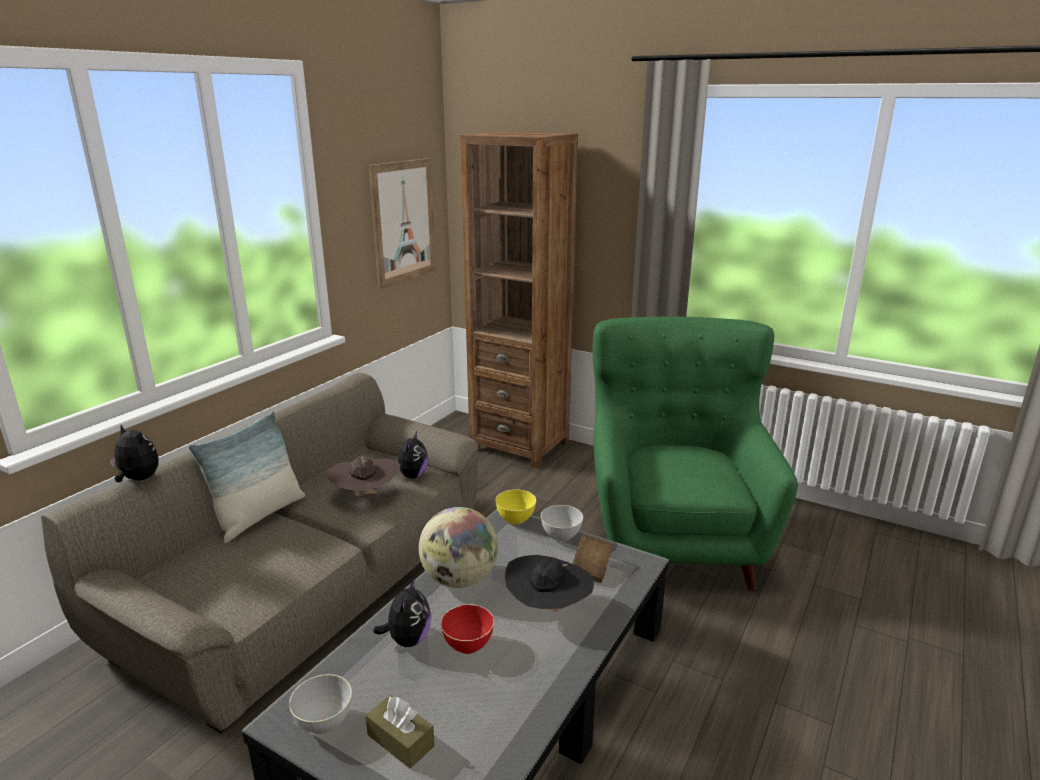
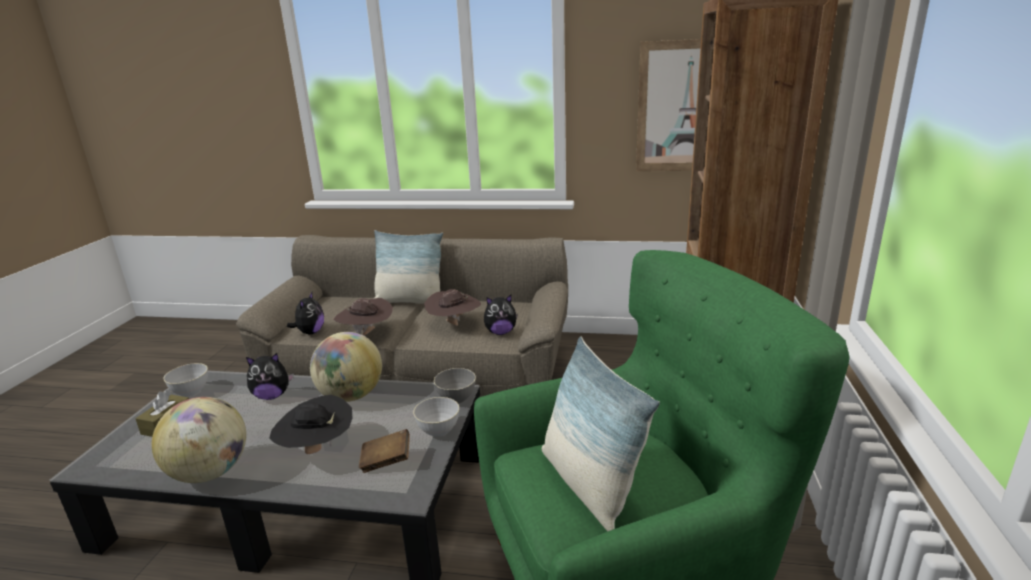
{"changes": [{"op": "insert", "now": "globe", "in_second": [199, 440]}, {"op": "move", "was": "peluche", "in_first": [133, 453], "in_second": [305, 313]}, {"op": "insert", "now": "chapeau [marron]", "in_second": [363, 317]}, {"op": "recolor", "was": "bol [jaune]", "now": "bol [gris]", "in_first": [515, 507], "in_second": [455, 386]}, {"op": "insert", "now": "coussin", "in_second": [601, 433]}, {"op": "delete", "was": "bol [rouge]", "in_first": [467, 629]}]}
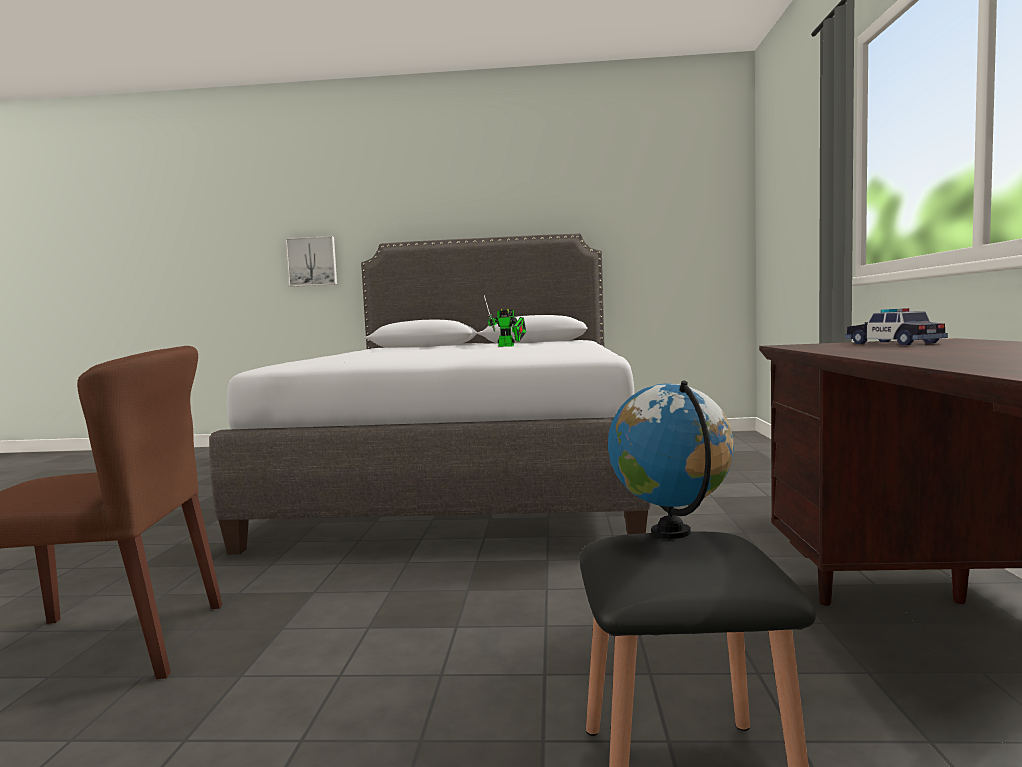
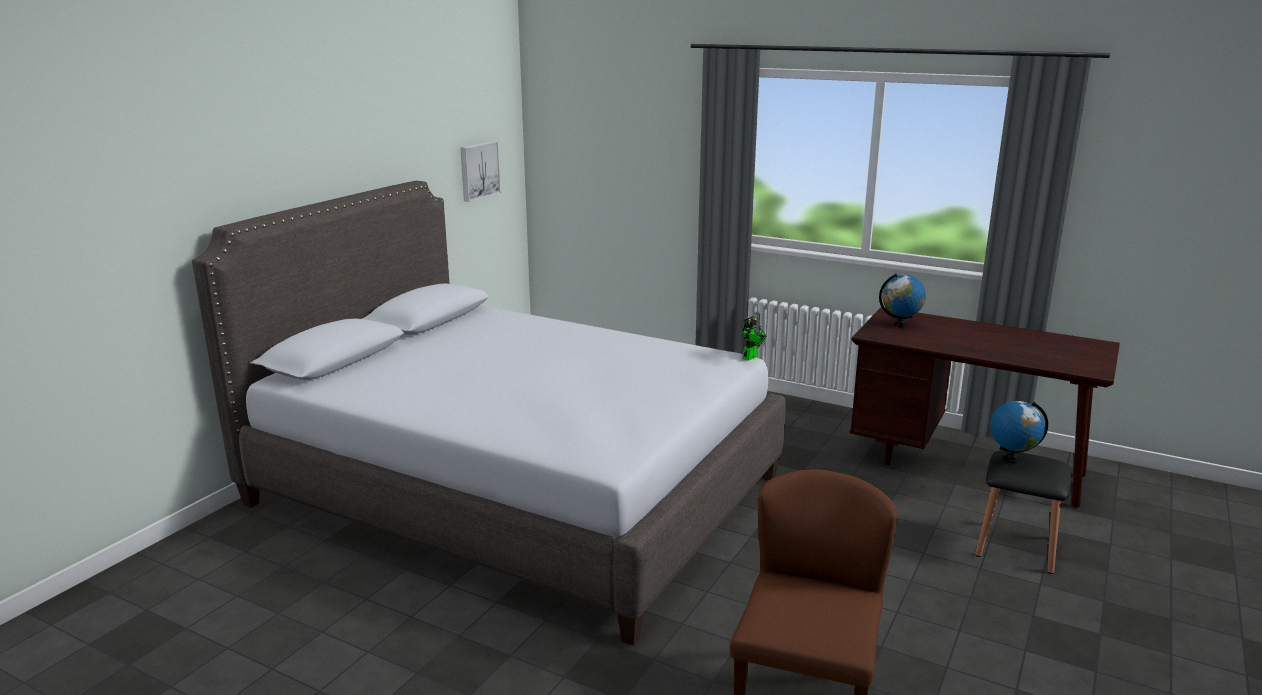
{"changes": [{"op": "move", "was": "tableau", "in_first": [311, 261], "in_second": [480, 171]}, {"op": "move", "was": "robot jouet", "in_first": [505, 321], "in_second": [754, 336]}, {"op": "replace", "was": "petite voiture", "now": "globe", "in_first": [896, 326], "in_second": [902, 301]}]}
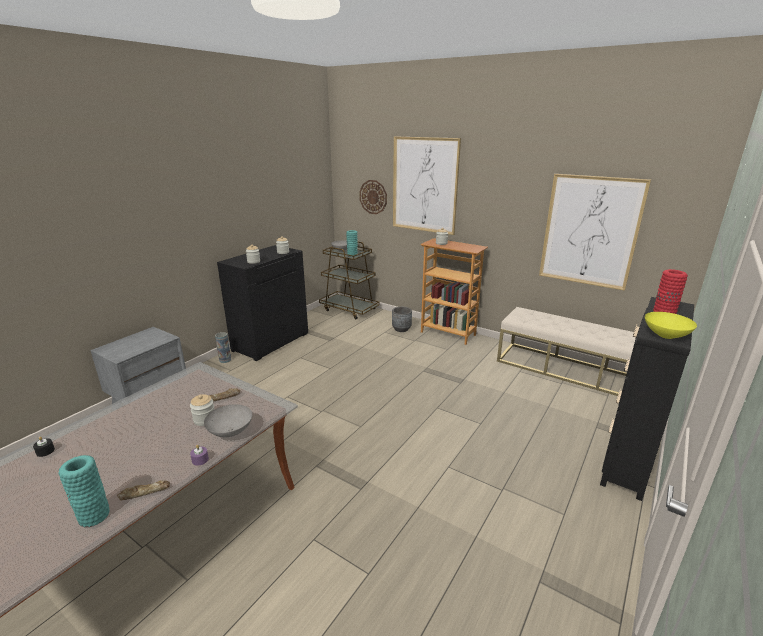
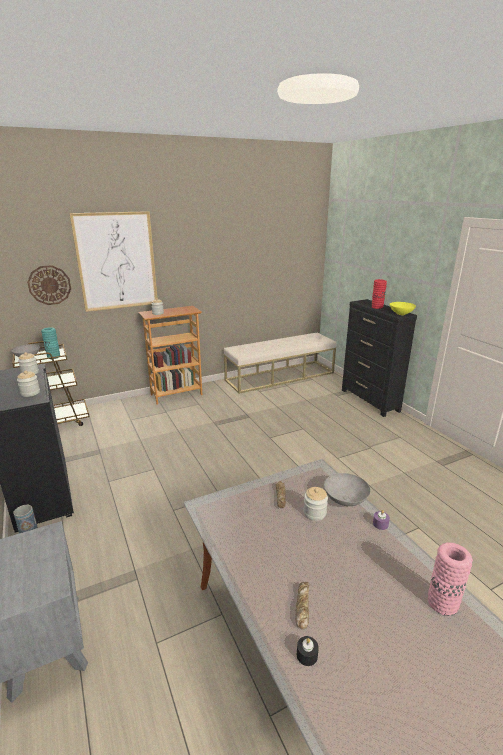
{"changes": [{"op": "move", "was": "pain", "in_first": [143, 490], "in_second": [302, 605]}, {"op": "recolor", "was": "vase [turquoise]", "now": "vase [rose]", "in_first": [83, 491], "in_second": [450, 579]}, {"op": "delete", "was": "cache-pot [gris]", "in_first": [402, 319]}, {"op": "delete", "was": "tableau", "in_first": [595, 232]}]}
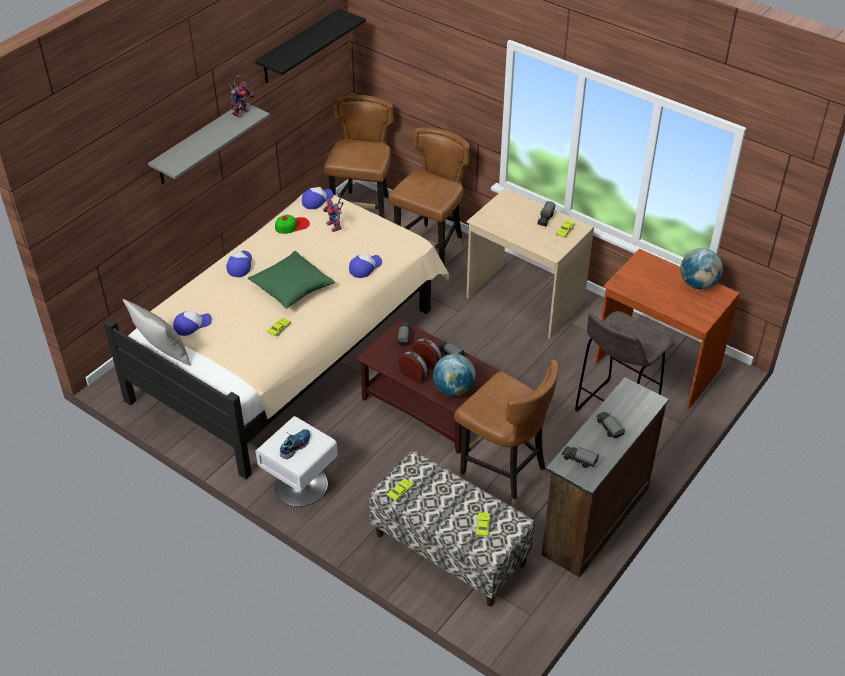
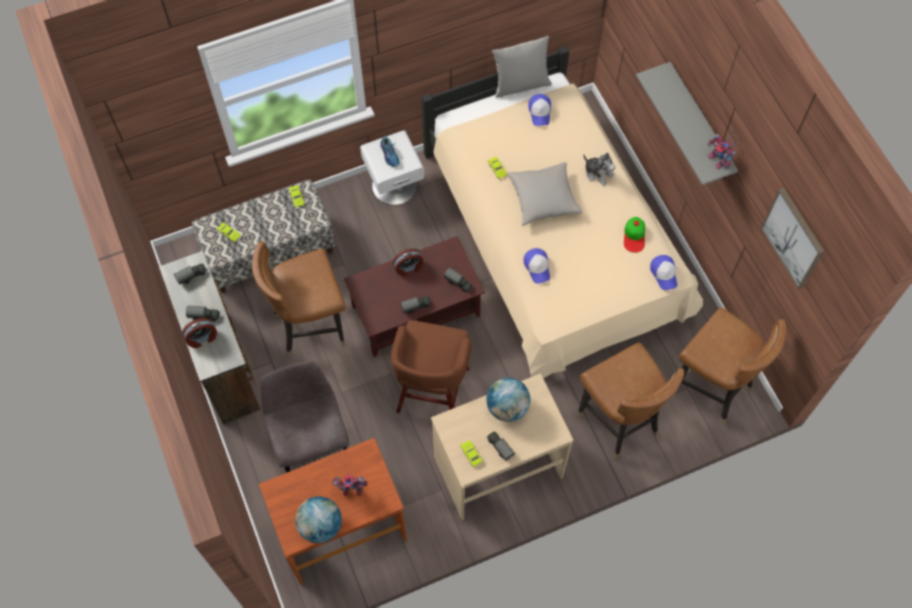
{"changes": [{"op": "move", "was": "réveil", "in_first": [427, 353], "in_second": [199, 333]}, {"op": "move", "was": "robot jouet", "in_first": [333, 212], "in_second": [349, 485]}, {"op": "insert", "now": "tabouret [marron]", "in_second": [431, 366]}, {"op": "move", "was": "globe", "in_first": [454, 375], "in_second": [508, 400]}, {"op": "recolor", "was": "coussin [vert]", "now": "coussin [gris]", "in_first": [291, 280], "in_second": [544, 194]}, {"op": "replace", "was": "casquette", "now": "peluche", "in_first": [239, 264], "in_second": [599, 169]}, {"op": "replace", "was": "étagère [noir]", "now": "tableau", "in_first": [310, 45], "in_second": [792, 238]}]}
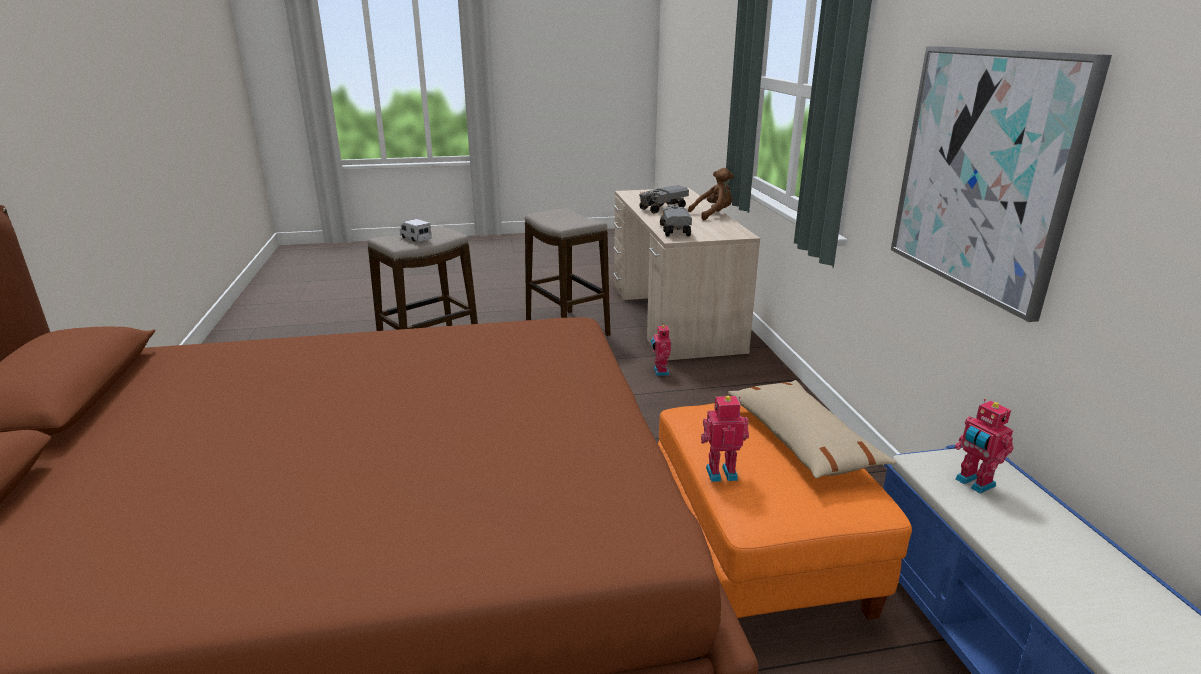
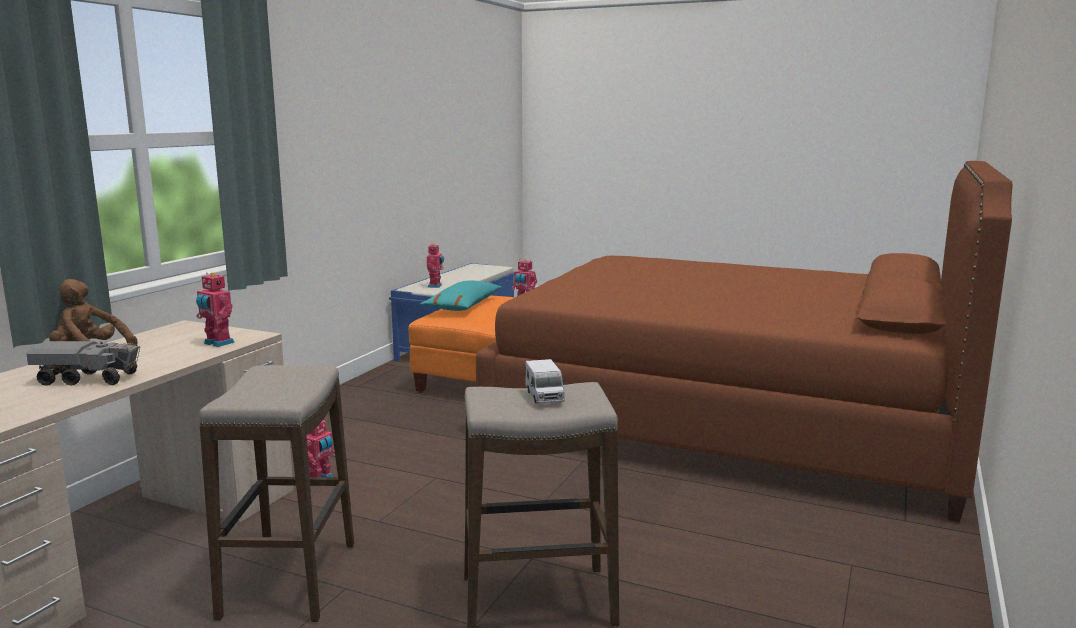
{"changes": [{"op": "replace", "was": "camion jouet", "now": "robot jouet", "in_first": [676, 219], "in_second": [215, 309]}, {"op": "recolor", "was": "coussin [beige]", "now": "coussin [turquoise]", "in_first": [812, 429], "in_second": [461, 296]}, {"op": "delete", "was": "tableau", "in_first": [1001, 184]}]}
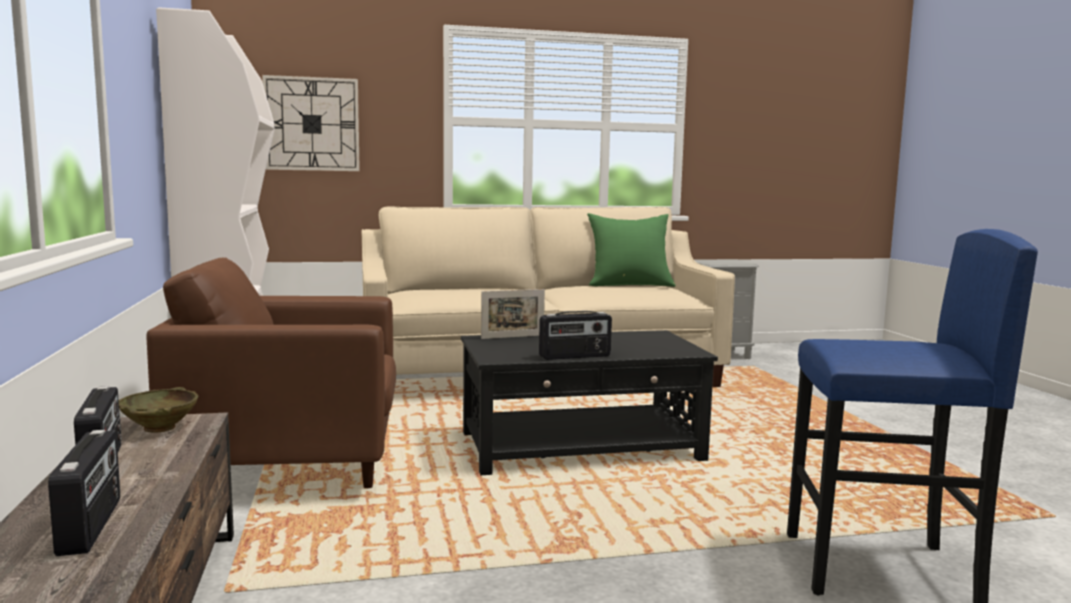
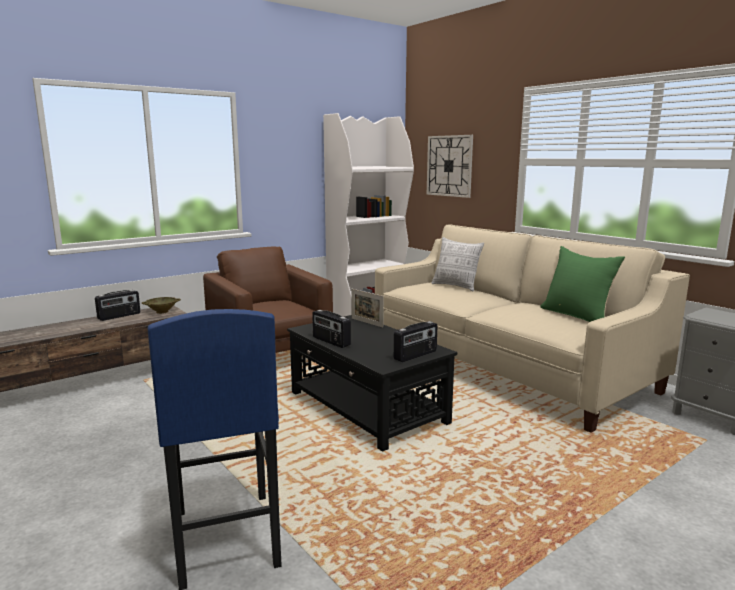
{"changes": [{"op": "move", "was": "radio", "in_first": [84, 493], "in_second": [415, 341]}, {"op": "insert", "now": "coussin", "in_second": [458, 264]}]}
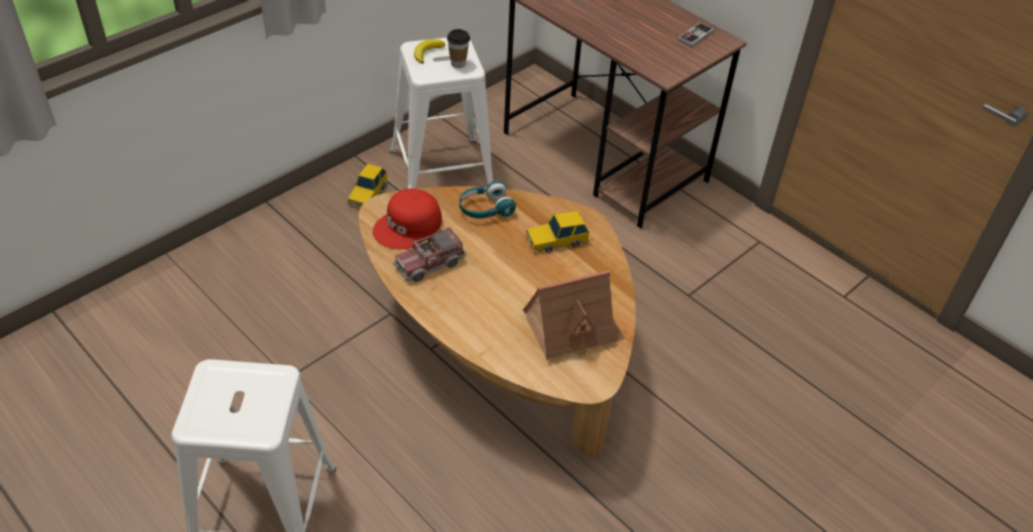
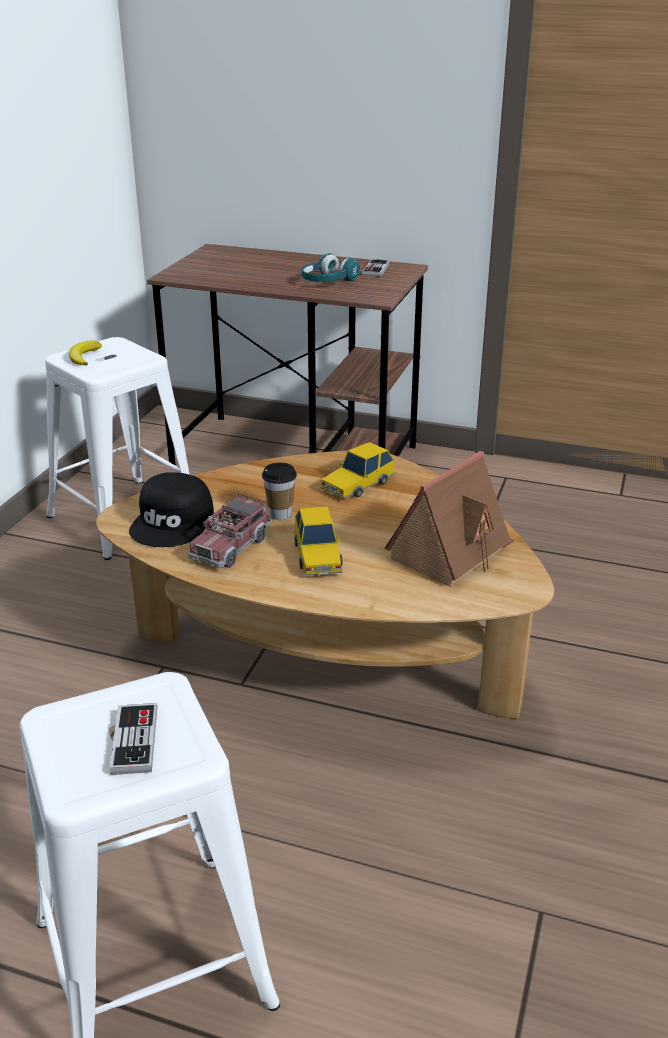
{"changes": [{"op": "insert", "now": "manette", "in_second": [133, 739]}, {"op": "recolor", "was": "casquette [rouge]", "now": "casquette [noir]", "in_first": [407, 218], "in_second": [171, 509]}, {"op": "move", "was": "tasse", "in_first": [458, 48], "in_second": [279, 491]}, {"op": "move", "was": "petite voiture", "in_first": [368, 185], "in_second": [318, 541]}, {"op": "move", "was": "casque audio [turquoise]", "in_first": [487, 199], "in_second": [331, 267]}]}
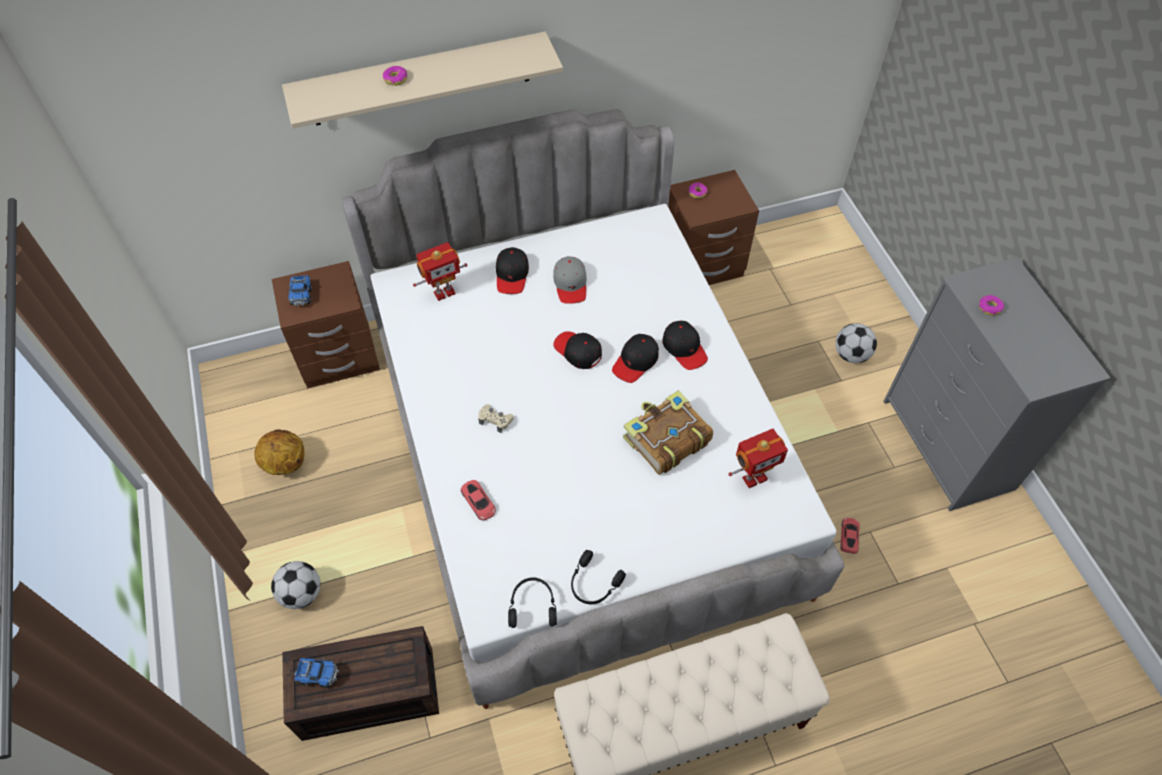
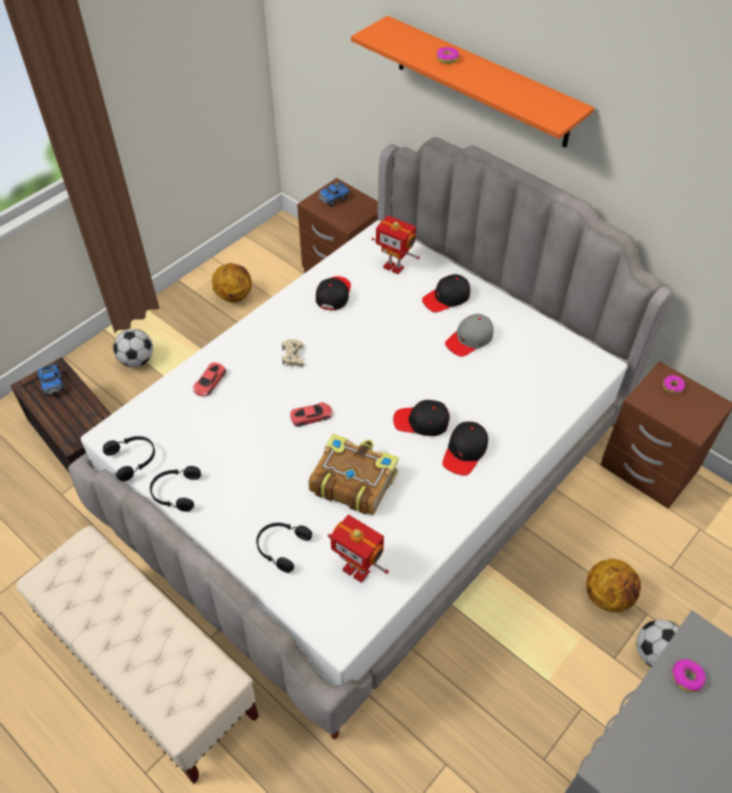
{"changes": [{"op": "insert", "now": "casque audio [noir]", "in_second": [284, 548]}, {"op": "move", "was": "petite voiture [rouge]", "in_first": [850, 536], "in_second": [311, 414]}, {"op": "move", "was": "casquette [noir]", "in_first": [577, 350], "in_second": [333, 293]}, {"op": "recolor", "was": "étagère [beige]", "now": "étagère [orange]", "in_first": [422, 80], "in_second": [472, 82]}, {"op": "insert", "now": "ballon de basket", "in_second": [613, 585]}]}
